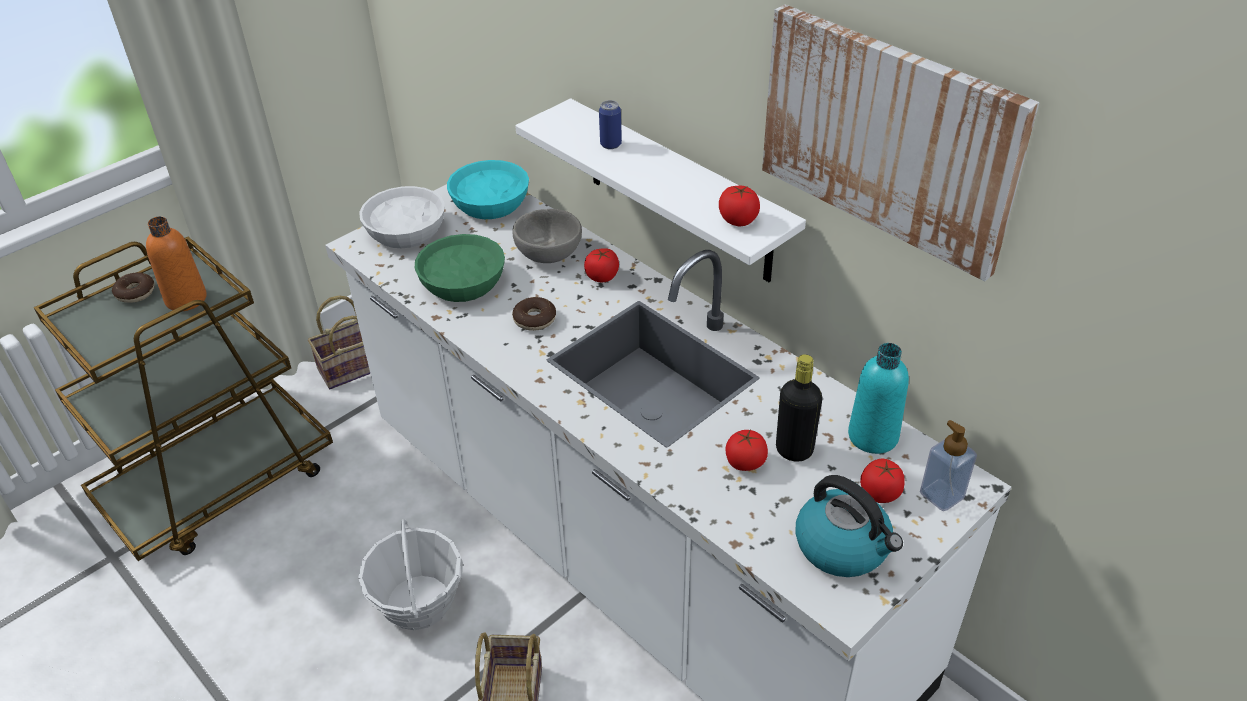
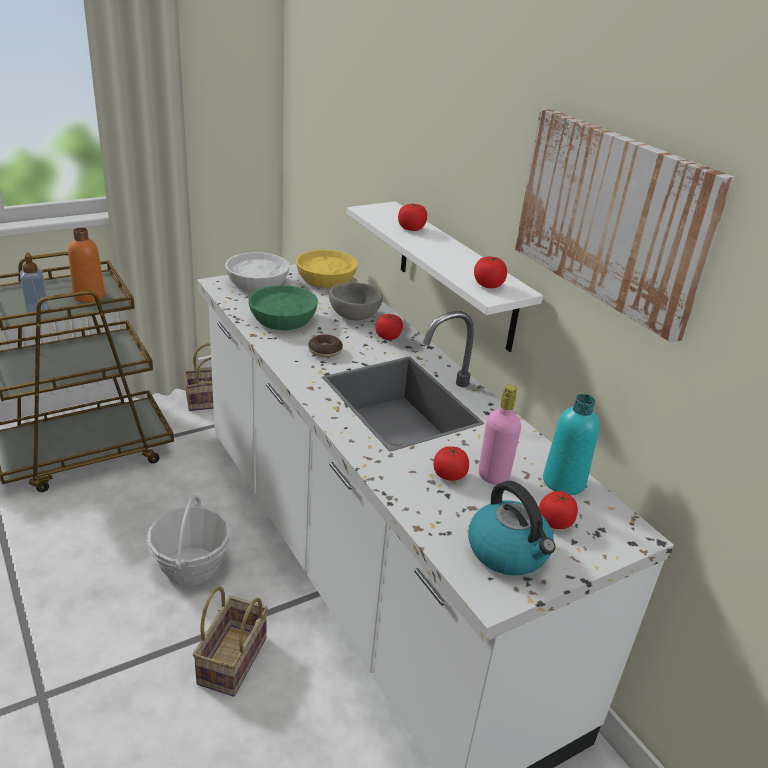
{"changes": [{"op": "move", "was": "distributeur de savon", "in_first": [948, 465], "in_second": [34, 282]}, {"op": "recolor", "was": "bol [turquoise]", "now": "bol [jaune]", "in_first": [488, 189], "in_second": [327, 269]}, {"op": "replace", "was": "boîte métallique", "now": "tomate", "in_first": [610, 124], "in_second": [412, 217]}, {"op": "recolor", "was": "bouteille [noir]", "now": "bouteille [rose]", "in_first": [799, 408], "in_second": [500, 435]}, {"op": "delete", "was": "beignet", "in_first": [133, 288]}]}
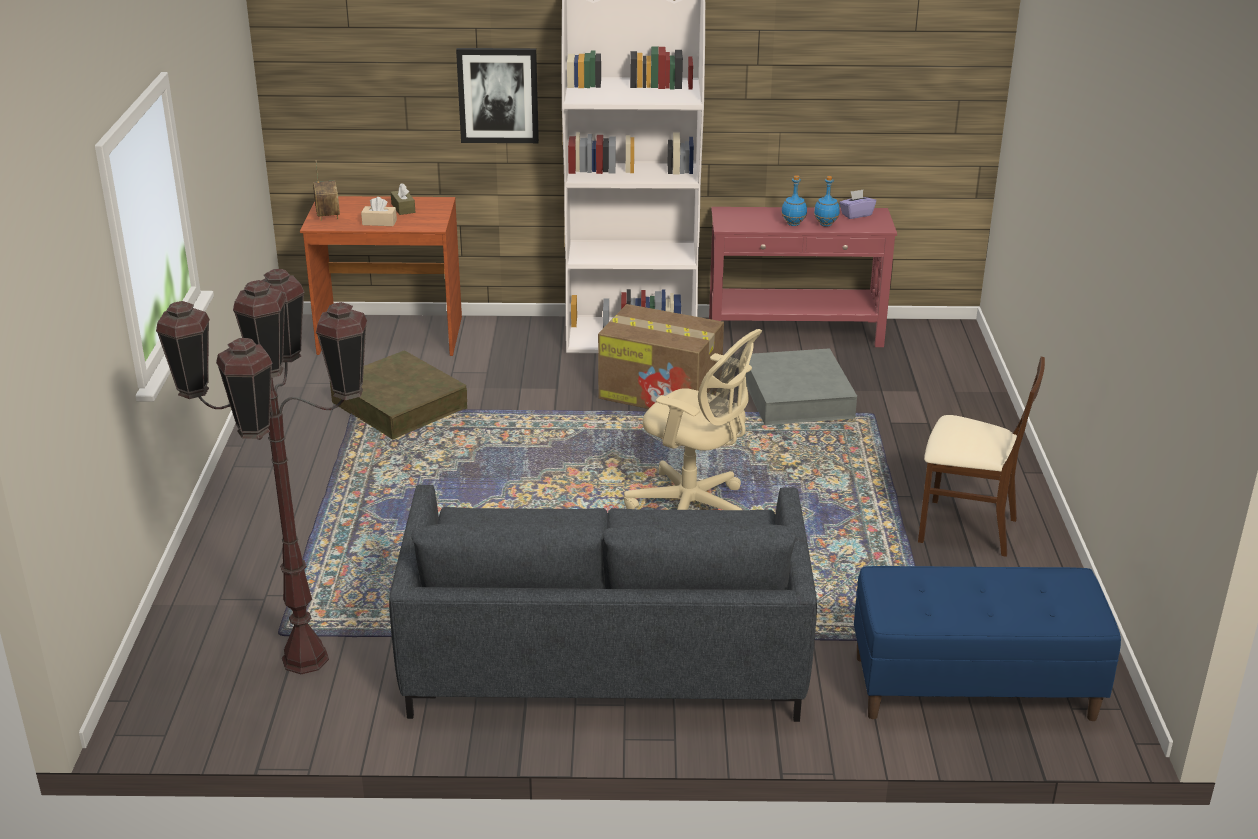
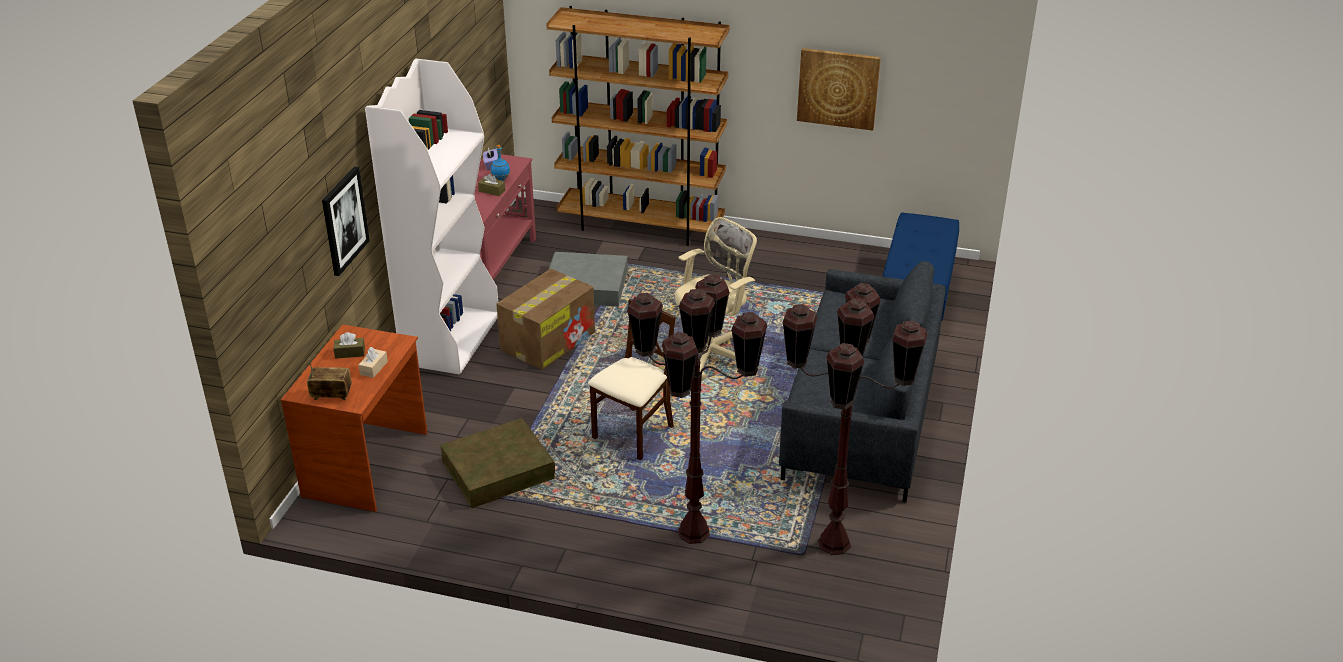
{"changes": [{"op": "replace", "was": "bouteille [bleu]", "now": "boîte à mouchoirs [marron]", "in_first": [794, 200], "in_second": [491, 185]}, {"op": "insert", "now": "bibliothèque [marron]", "in_second": [637, 126]}, {"op": "move", "was": "chaise [beige]", "in_first": [981, 456], "in_second": [632, 379]}, {"op": "insert", "now": "lampadaire [marron]", "in_second": [697, 409]}, {"op": "insert", "now": "tableau", "in_second": [839, 89]}]}
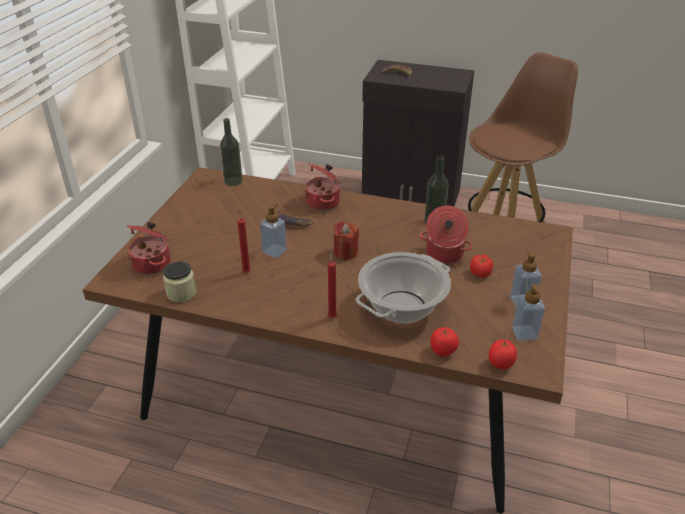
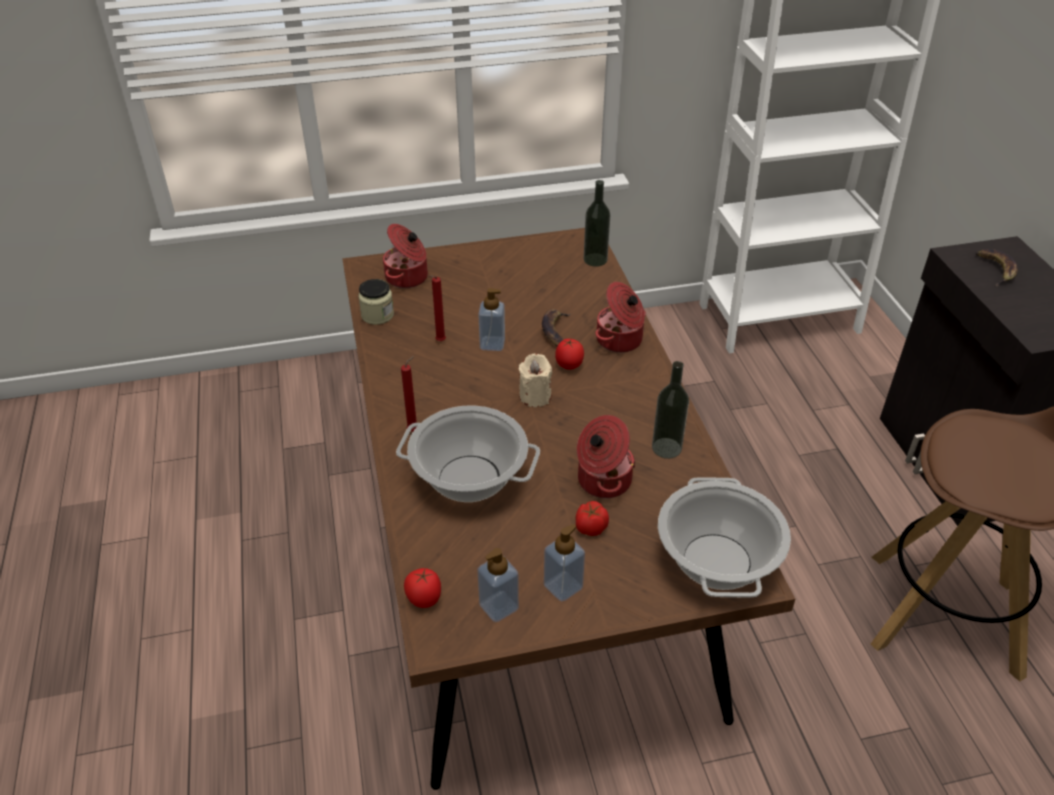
{"changes": [{"op": "recolor", "was": "bougie [rouge]", "now": "bougie [beige]", "in_first": [346, 240], "in_second": [535, 380]}, {"op": "move", "was": "tomate", "in_first": [444, 342], "in_second": [569, 354]}, {"op": "insert", "now": "marmite", "in_second": [724, 537]}]}
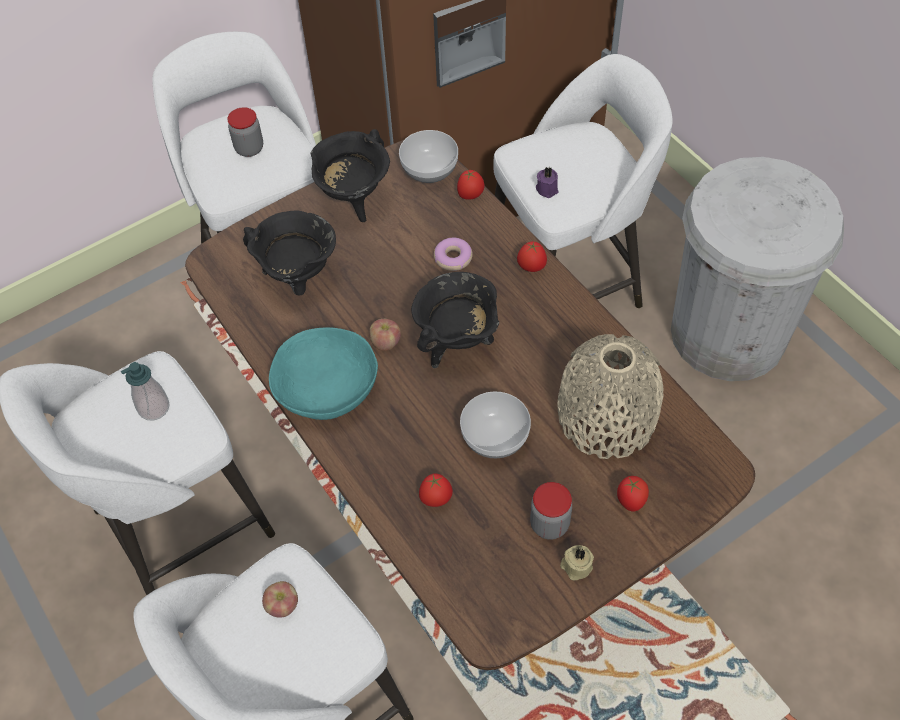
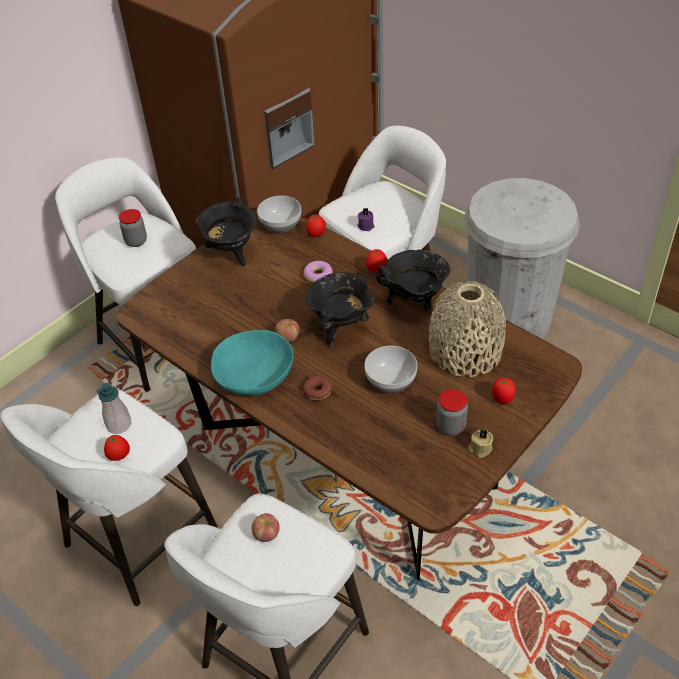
{"changes": [{"op": "move", "was": "tomate", "in_first": [436, 490], "in_second": [117, 448]}, {"op": "insert", "now": "beignet", "in_second": [318, 387]}, {"op": "move", "was": "marmite [noir]", "in_first": [289, 253], "in_second": [413, 280]}]}
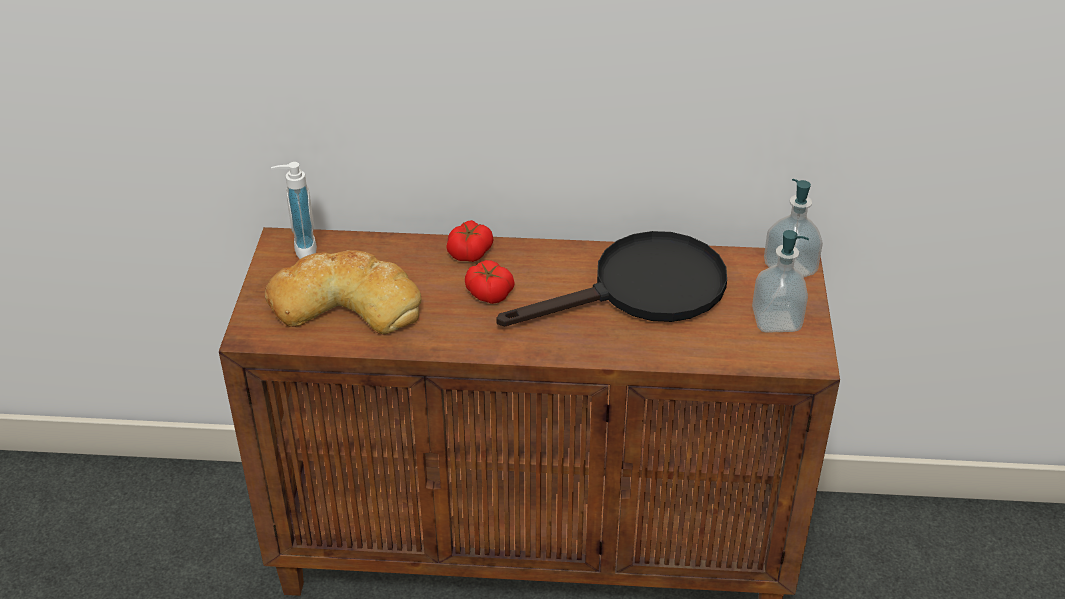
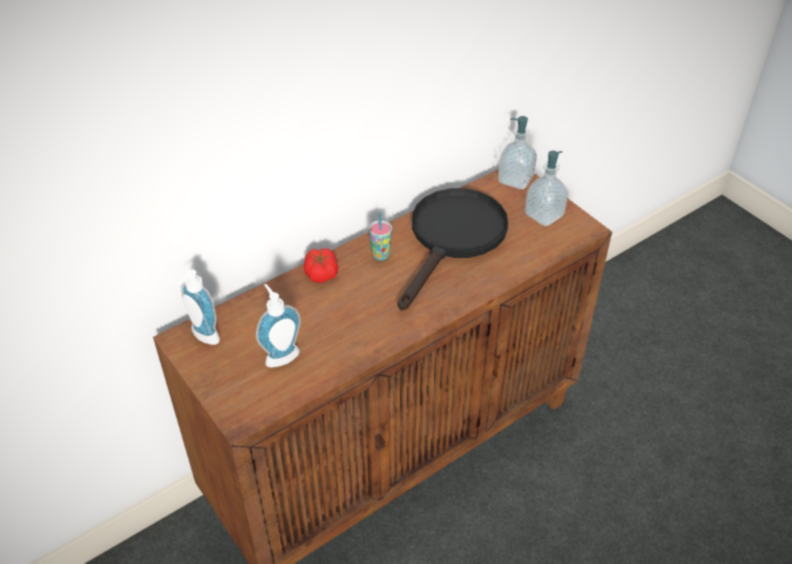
{"changes": [{"op": "replace", "was": "pain", "now": "distributeur de savon", "in_first": [343, 292], "in_second": [278, 325]}, {"op": "insert", "now": "tasse", "in_second": [380, 237]}, {"op": "delete", "was": "tomate", "in_first": [490, 282]}]}
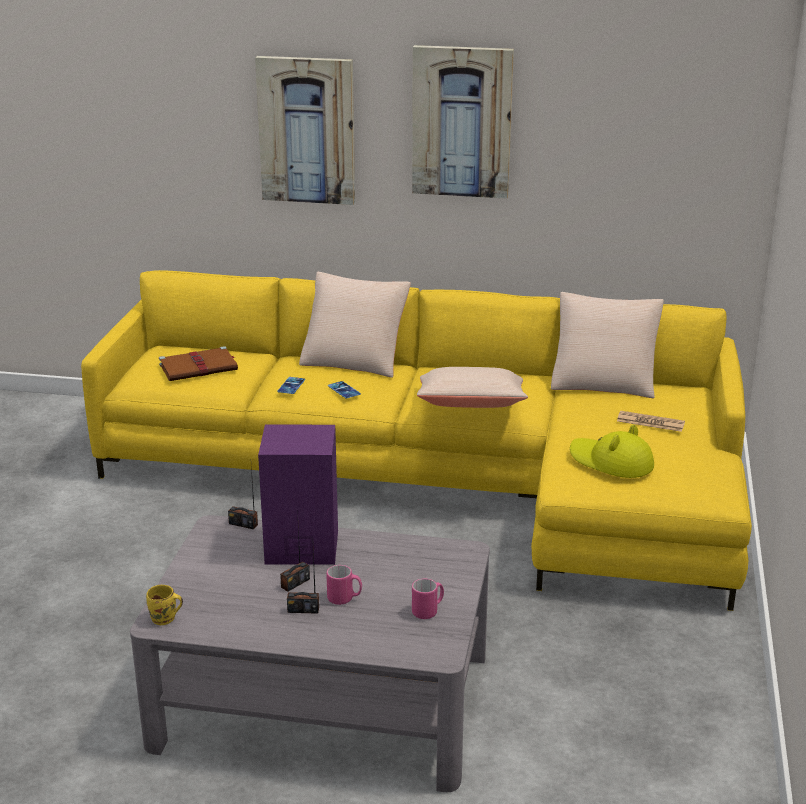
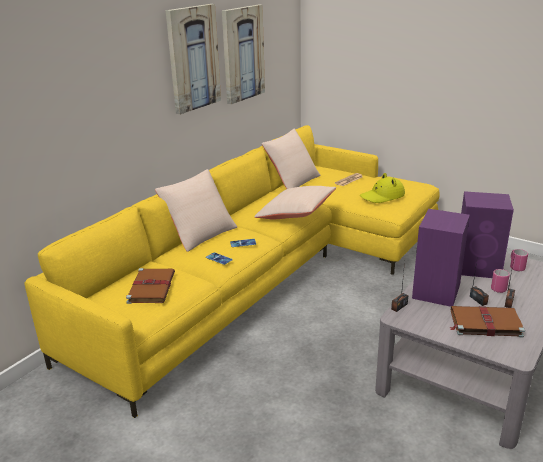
{"changes": [{"op": "move", "was": "tableau", "in_first": [305, 130], "in_second": [243, 54]}, {"op": "insert", "now": "livre [marron]", "in_second": [487, 321]}, {"op": "insert", "now": "enceinte [violet]", "in_second": [487, 234]}, {"op": "delete", "was": "mug [jaune]", "in_first": [164, 605]}]}
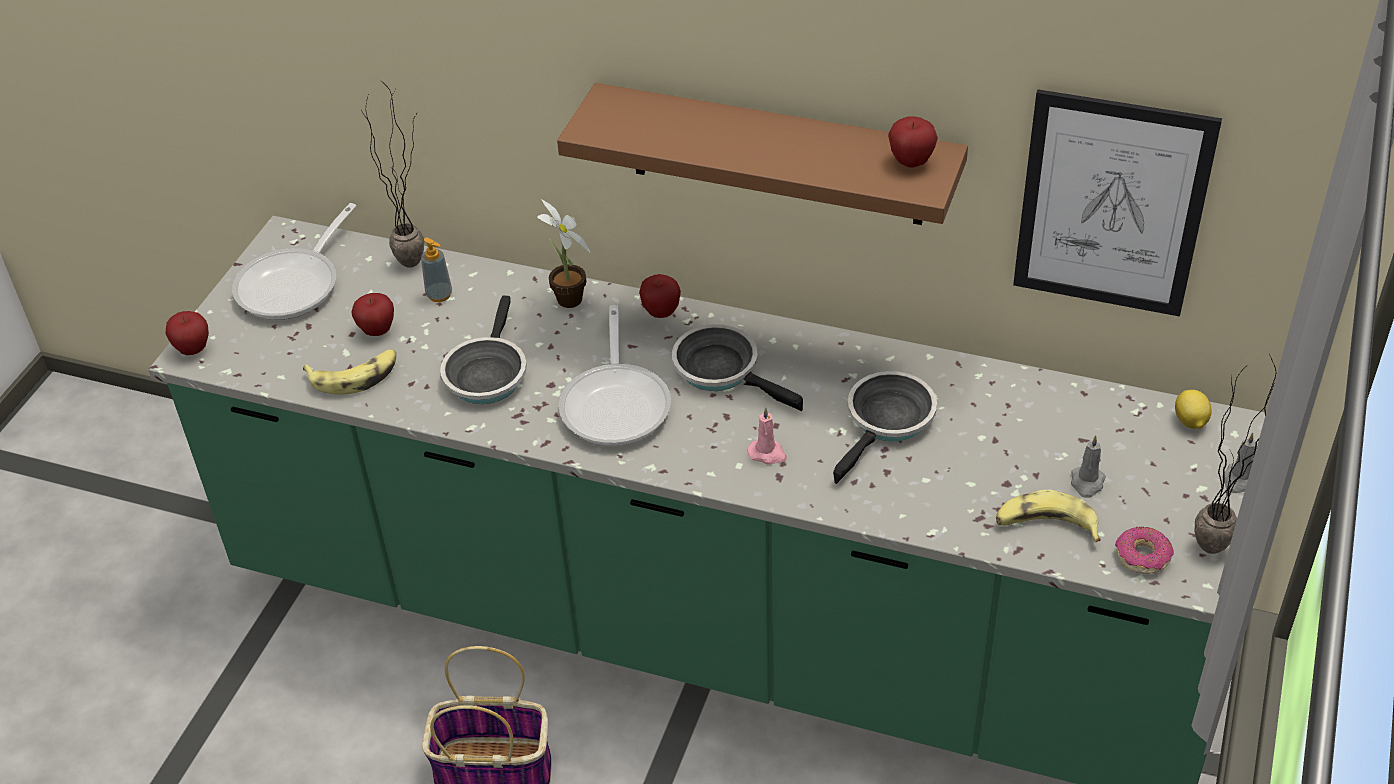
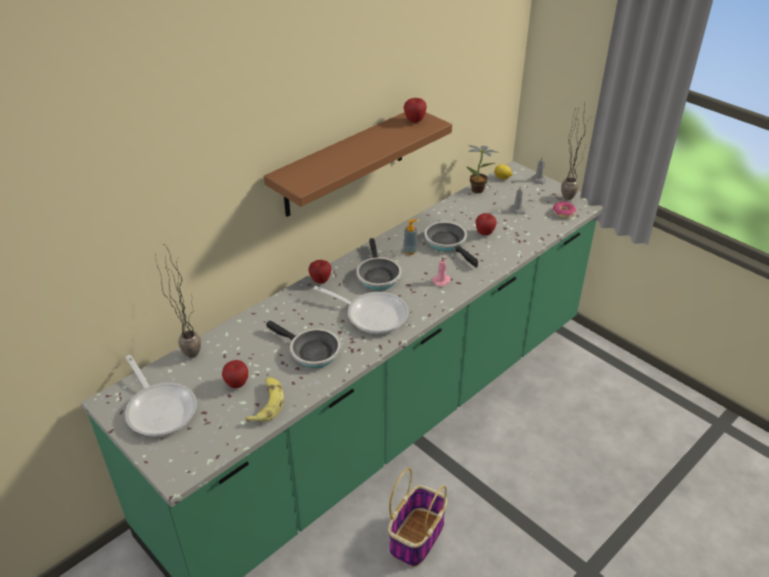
{"changes": [{"op": "rotate", "was": "poêle", "in_first": [737, 367], "in_second": [378, 264], "clockwise": -75}, {"op": "move", "was": "distributeur de savon", "in_first": [436, 270], "in_second": [410, 237]}, {"op": "move", "was": "plante en pot", "in_first": [563, 253], "in_second": [482, 169]}, {"op": "move", "was": "pomme", "in_first": [187, 333], "in_second": [486, 224]}, {"op": "delete", "was": "banane", "in_first": [1048, 516]}, {"op": "delete", "was": "tableau", "in_first": [1117, 203]}]}
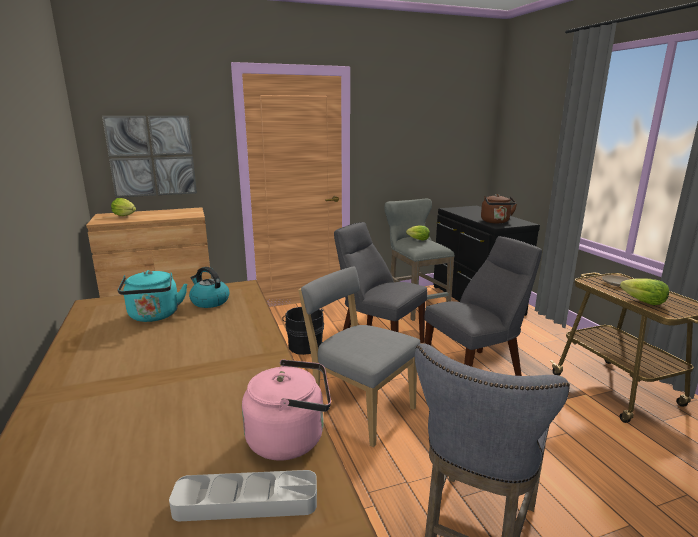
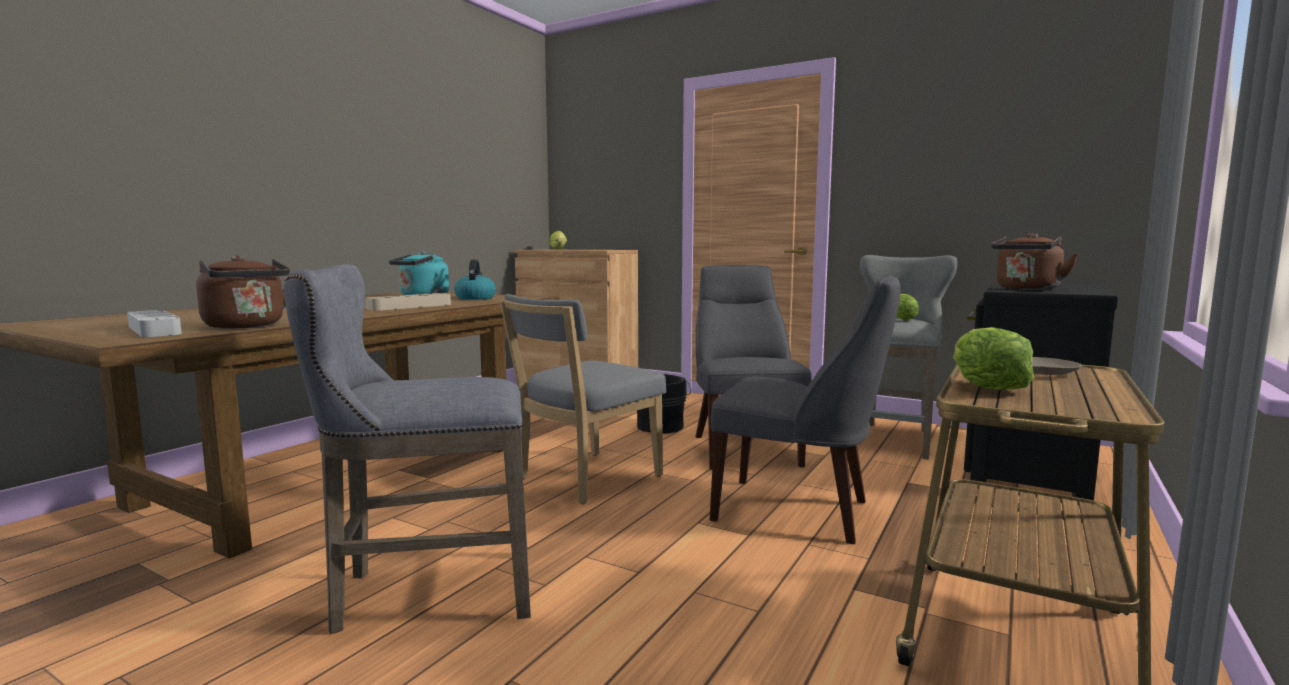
{"changes": [{"op": "recolor", "was": "bouilloire [rose]", "now": "bouilloire [marron]", "in_first": [286, 410], "in_second": [243, 292]}, {"op": "insert", "now": "plateau [beige]", "in_second": [408, 302]}, {"op": "rotate", "was": "chaise [gris]", "in_first": [359, 356], "in_second": [583, 399], "clockwise": -135}, {"op": "delete", "was": "tableau", "in_first": [149, 157]}]}
